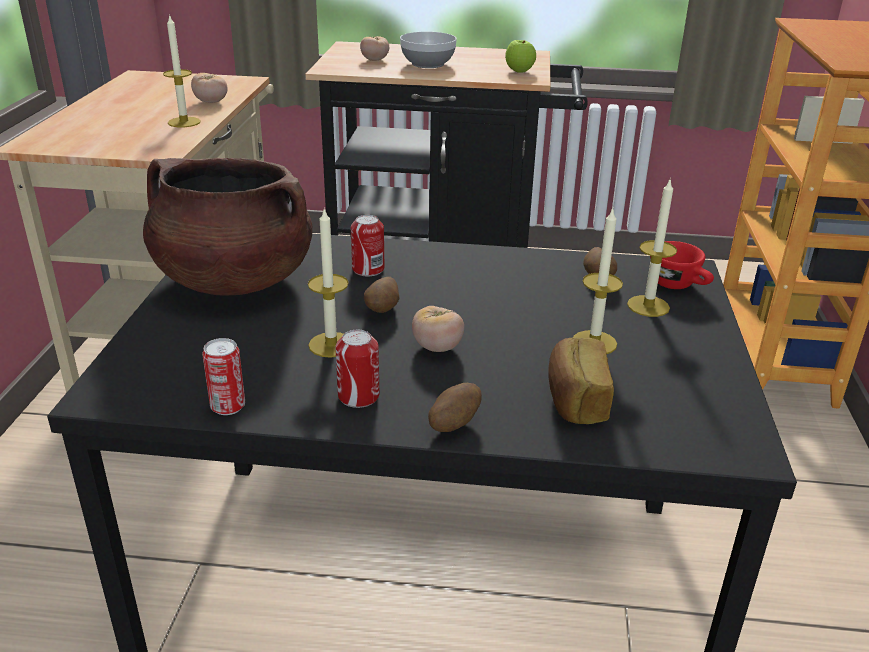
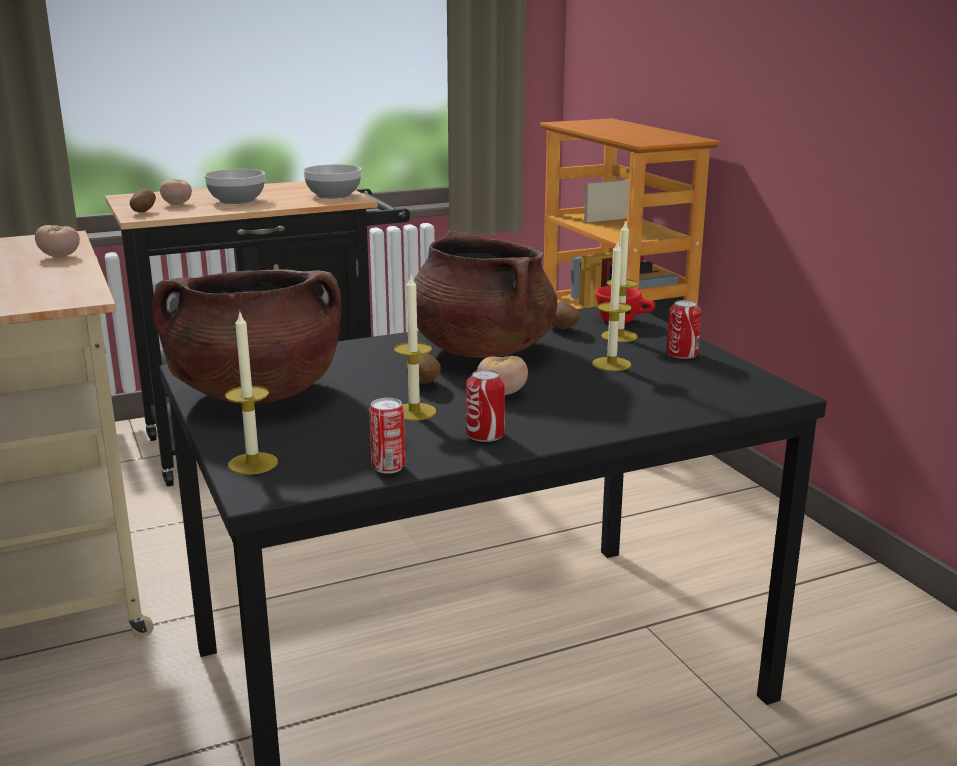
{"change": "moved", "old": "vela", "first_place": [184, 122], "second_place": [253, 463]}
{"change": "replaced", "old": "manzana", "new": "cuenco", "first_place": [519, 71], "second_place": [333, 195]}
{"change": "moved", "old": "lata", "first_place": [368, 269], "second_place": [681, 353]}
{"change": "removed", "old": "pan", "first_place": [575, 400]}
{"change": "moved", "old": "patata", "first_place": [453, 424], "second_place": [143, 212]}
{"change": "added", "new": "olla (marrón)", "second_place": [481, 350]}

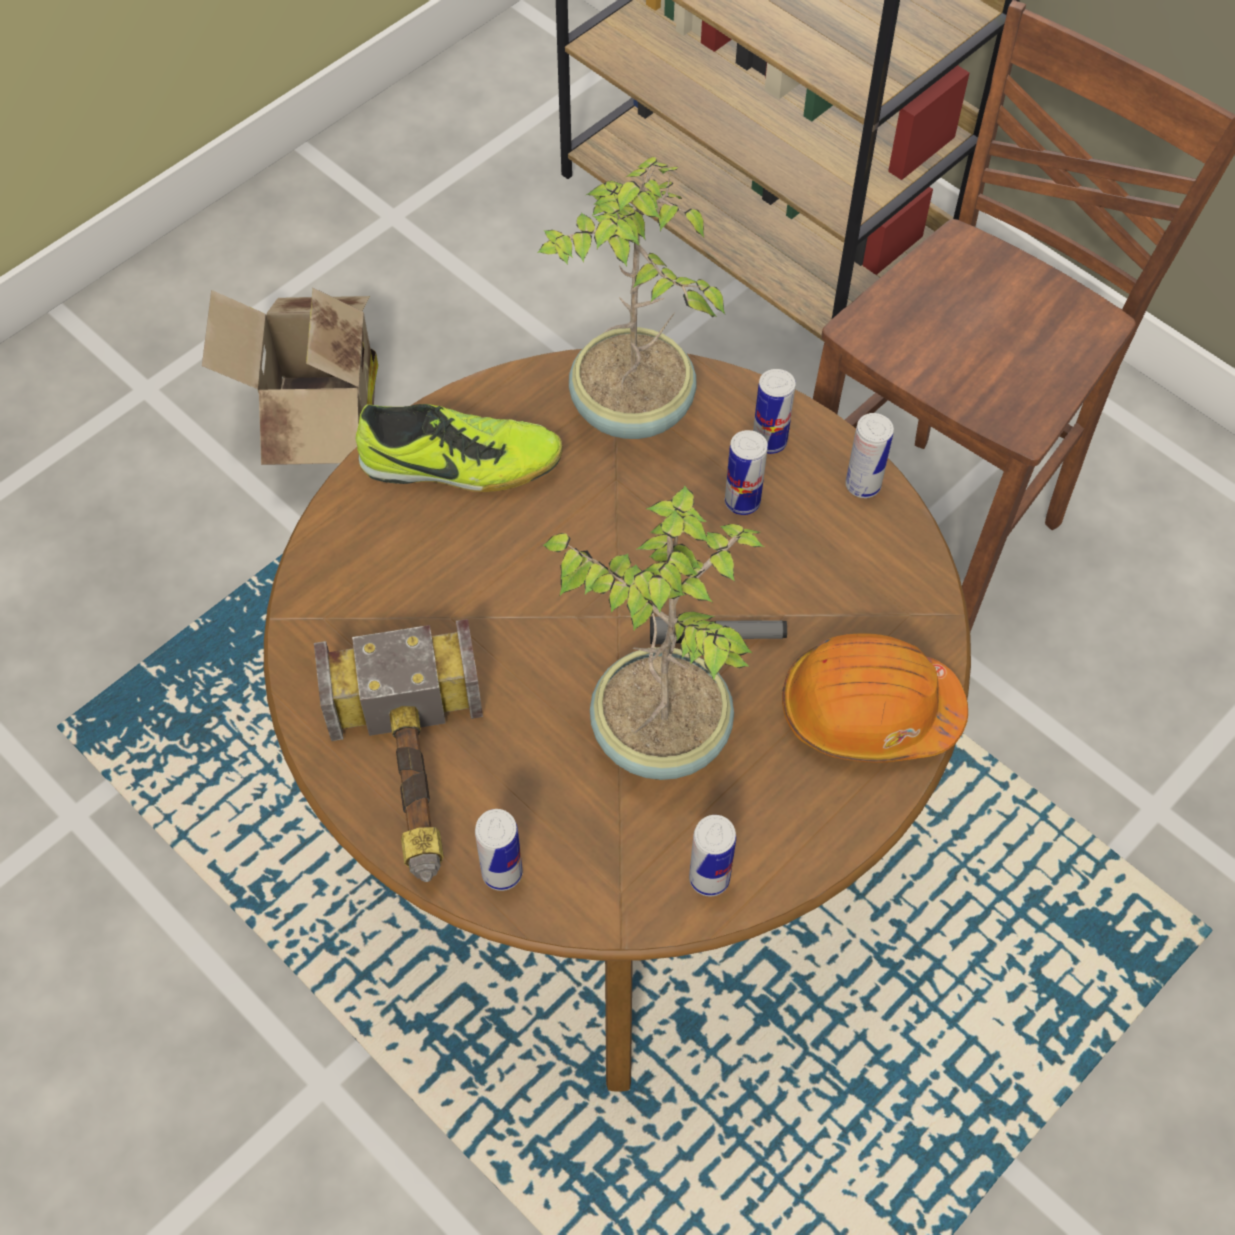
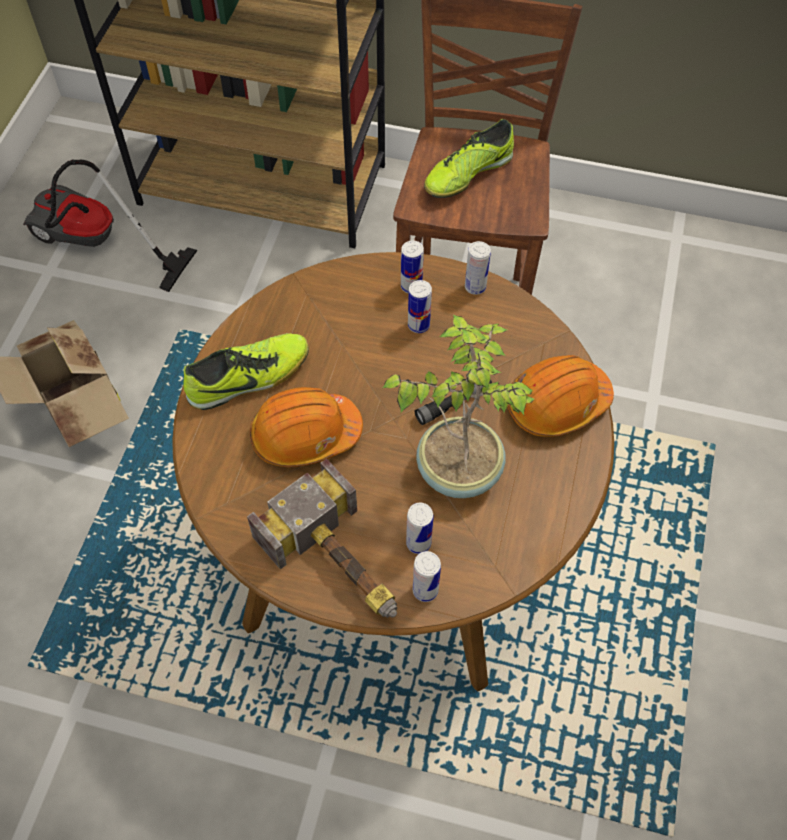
{"change": "removed", "old": "planta en maceta", "first_place": [630, 411]}
{"change": "moved", "old": "lata", "first_place": [709, 878], "second_place": [418, 543]}
{"change": "added", "new": "zapato", "second_place": [468, 174]}
{"change": "added", "new": "aspiradora", "second_place": [95, 245]}
{"change": "added", "new": "casco (naranja)", "second_place": [305, 435]}

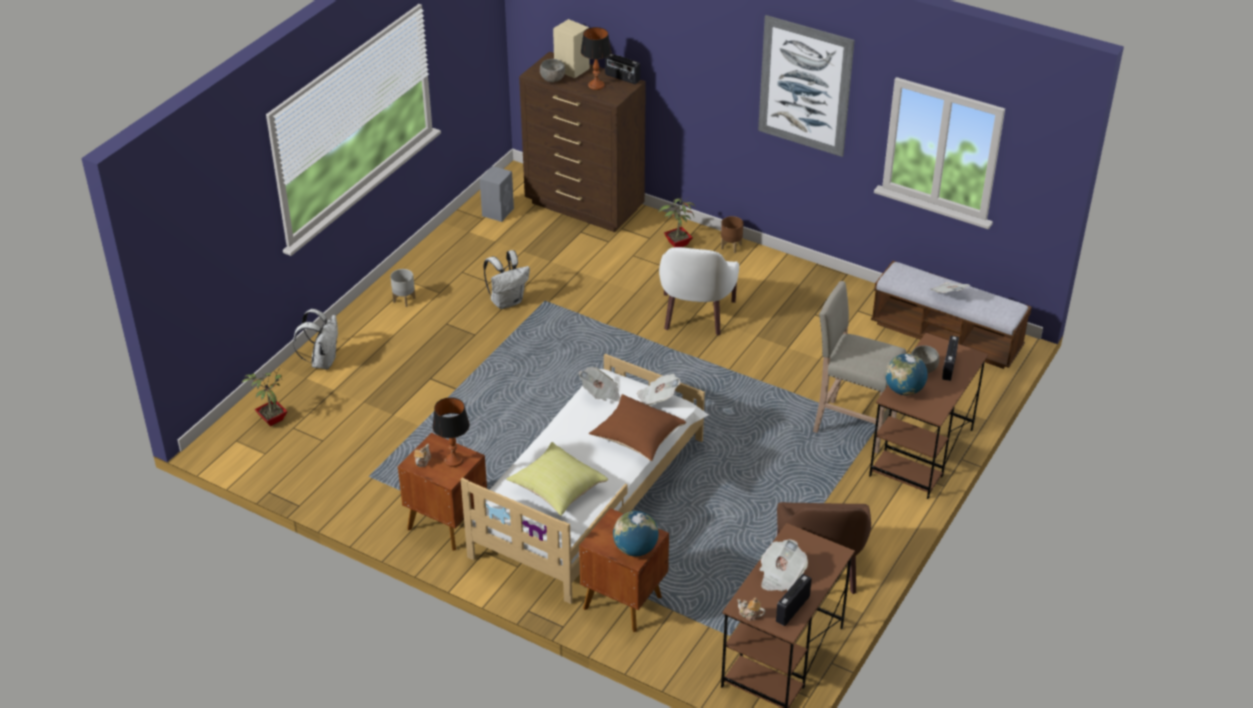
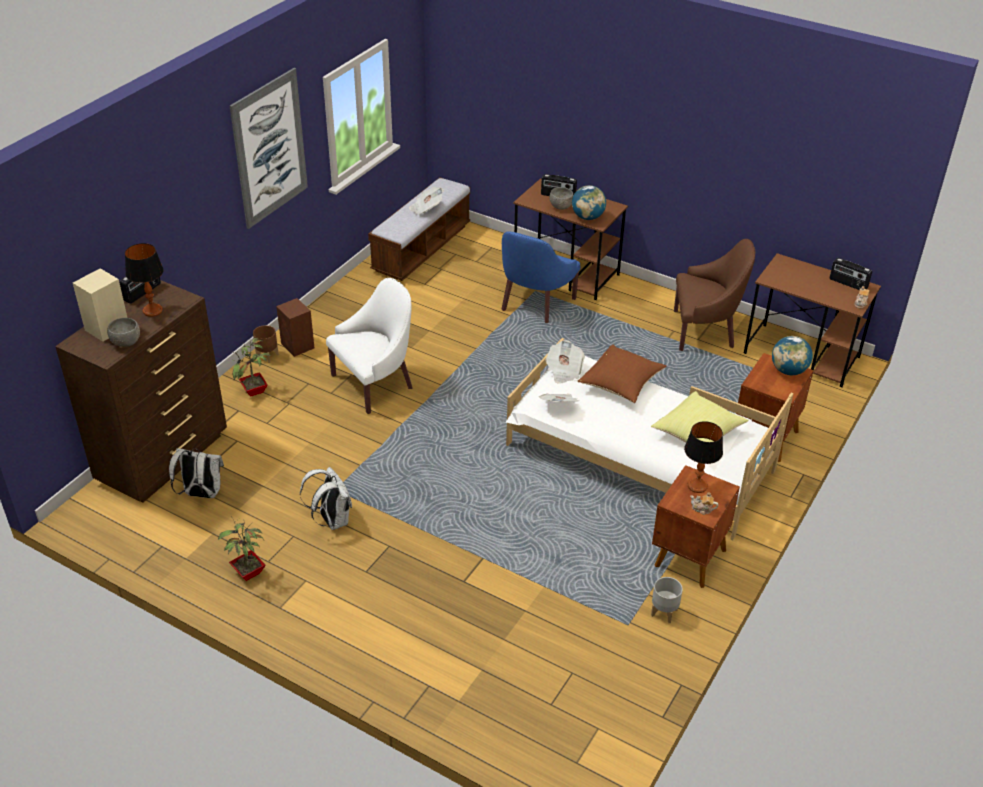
{"change": "removed", "old": "altavoz (gris)", "first_place": [498, 211]}
{"change": "turned", "old": "sillón (blanco)", "first_place": [695, 315], "second_place": [375, 383], "degrees": -45}
{"change": "moved", "old": "maceta (gris)", "first_place": [404, 300], "second_place": [664, 613]}
{"change": "replaced", "old": "taburete (beis)", "new": "sillón (azul)", "first_place": [852, 425], "second_place": [534, 303]}
{"change": "moved", "old": "mochila (blanco)", "first_place": [323, 361], "second_place": [201, 494]}
{"change": "moved", "old": "planta en maceta", "first_place": [271, 419], "second_place": [247, 574]}
{"change": "removed", "old": "periódico", "first_place": [780, 576]}
{"change": "added", "new": "altavoz (marrón)", "second_place": [298, 346]}

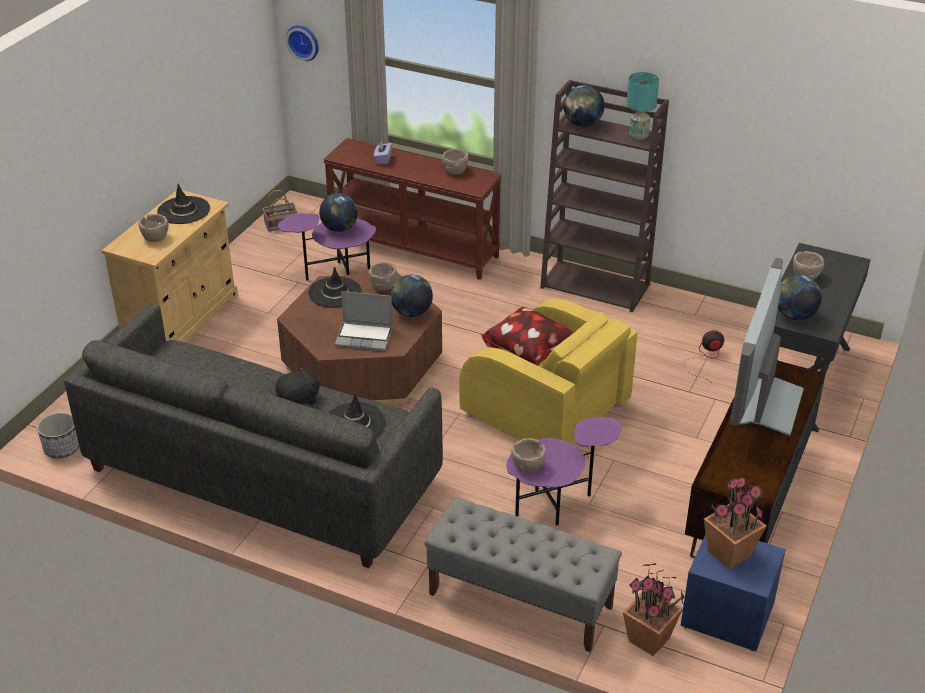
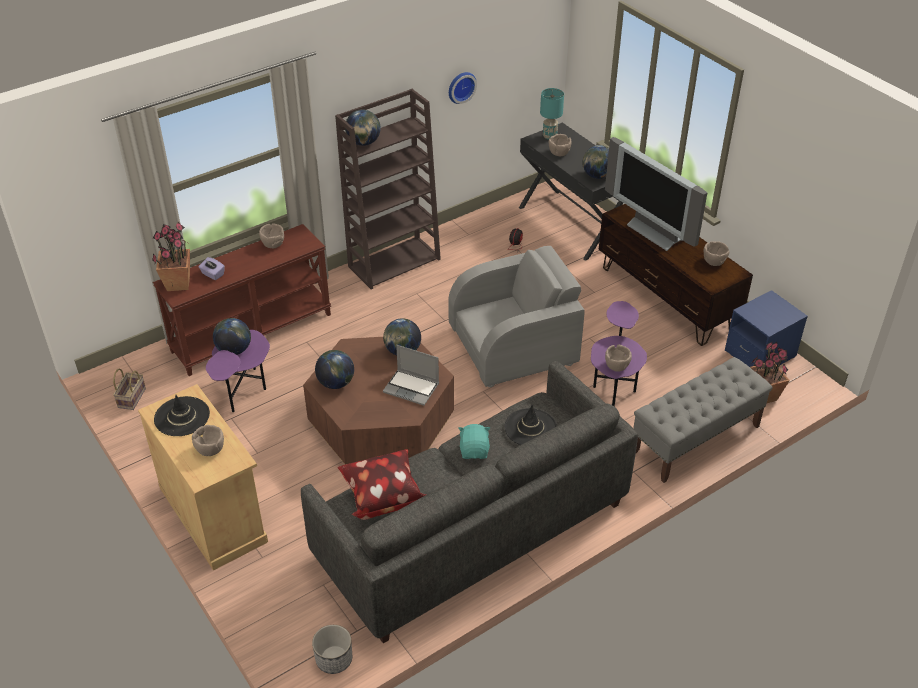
{"change": "moved", "old": "reloj de pared", "first_place": [304, 41], "second_place": [460, 86]}
{"change": "moved", "old": "lámpara de mesa (turquesa)", "first_place": [638, 136], "second_place": [550, 136]}
{"change": "moved", "old": "cuenco (marrón)", "first_place": [383, 285], "second_place": [713, 261]}
{"change": "replaced", "old": "sombrero (negro)", "new": "globo terráqueo", "first_place": [335, 292], "second_place": [336, 383]}
{"change": "turned", "old": "portátil", "first_place": [365, 337], "second_place": [412, 388], "degrees": 75}
{"change": "recoloured", "old": "sillón (amarillo)", "new": "sillón (gris)", "first_place": [546, 410], "second_place": [514, 346]}
{"change": "moved", "old": "cojín", "first_place": [527, 352], "second_place": [382, 496]}
{"change": "recoloured", "old": "peluche (negro)", "new": "peluche (turquesa)", "first_place": [299, 400], "second_place": [474, 451]}
{"change": "moved", "old": "planta en maceta", "first_place": [729, 553], "second_place": [178, 283]}

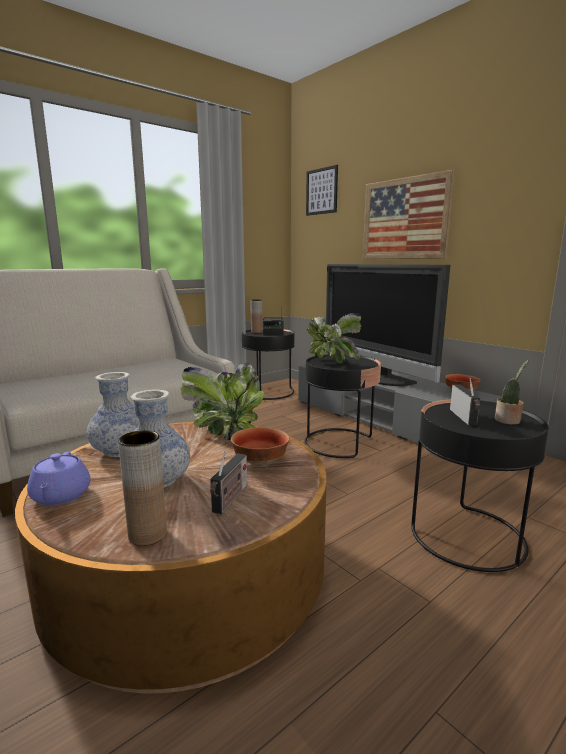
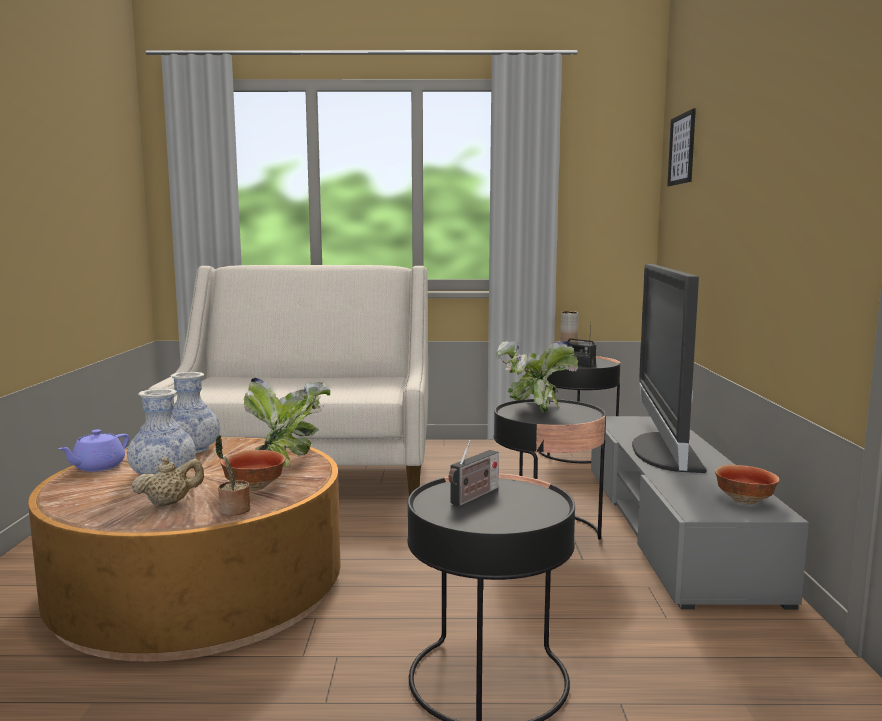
{"change": "removed", "old": "cuadro", "first_place": [405, 219]}
{"change": "moved", "old": "planta en maceta", "first_place": [508, 421], "second_place": [233, 510]}
{"change": "removed", "old": "florero (marrón)", "first_place": [147, 534]}
{"change": "replaced", "old": "radio", "new": "tetera (beis)", "first_place": [230, 499], "second_place": [170, 503]}

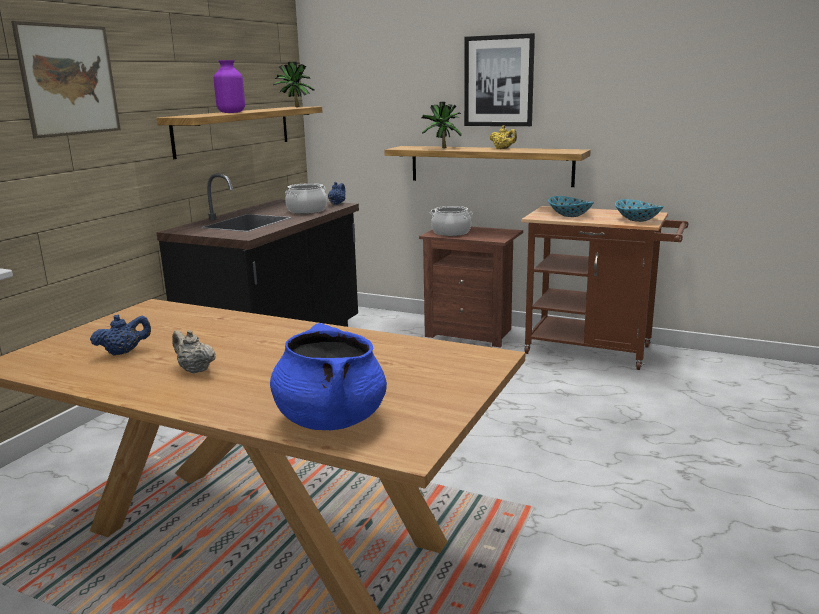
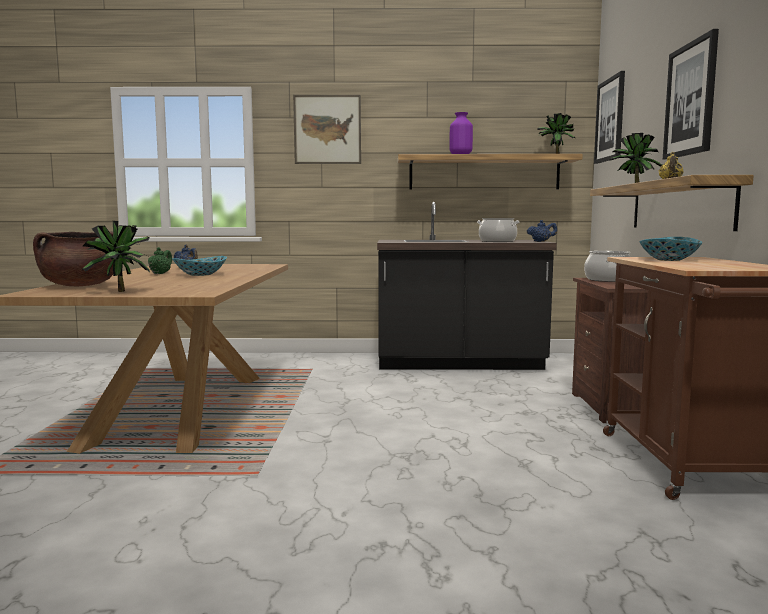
{"change": "moved", "old": "cuenco", "first_place": [637, 219], "second_place": [201, 275]}
{"change": "recoloured", "old": "olla (azul)", "new": "olla (marrón)", "first_place": [330, 419], "second_place": [80, 286]}
{"change": "recoloured", "old": "tetera (beis)", "new": "tetera (verde)", "first_place": [194, 370], "second_place": [160, 273]}
{"change": "added", "new": "cuadro", "second_place": [610, 120]}
{"change": "added", "new": "planta en maceta", "second_place": [120, 292]}

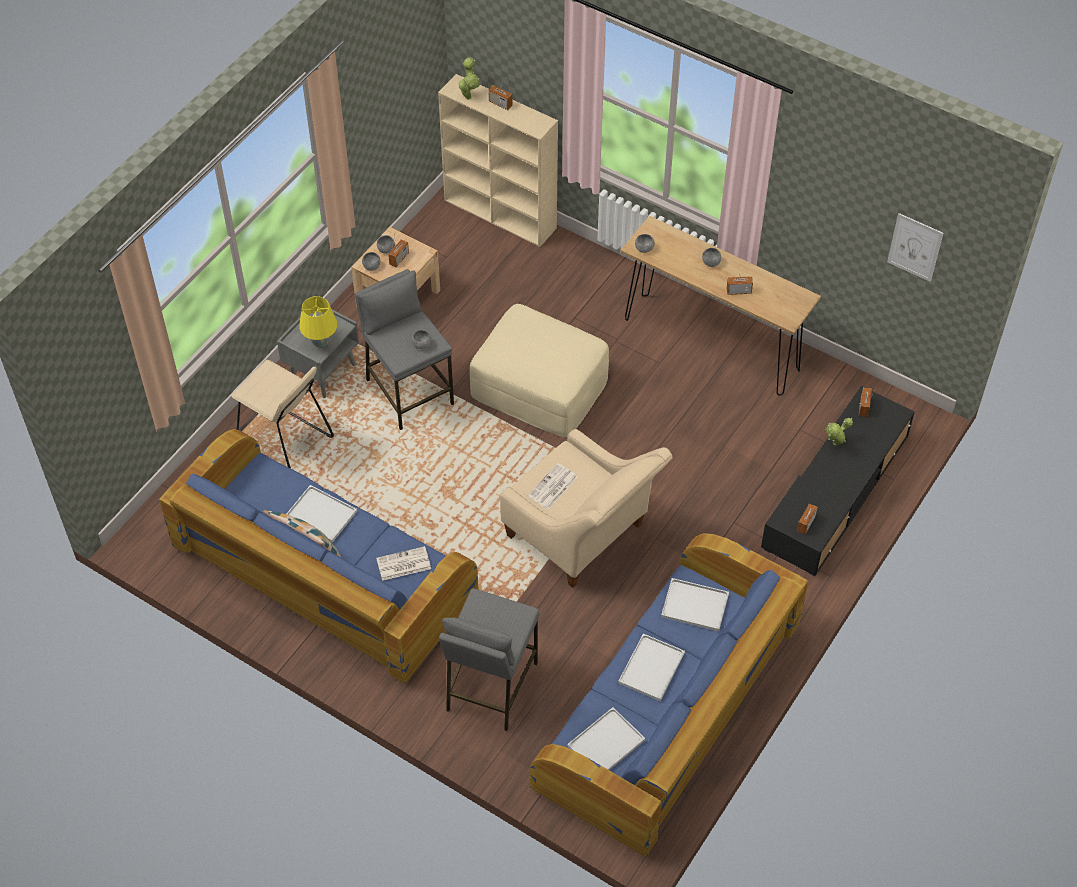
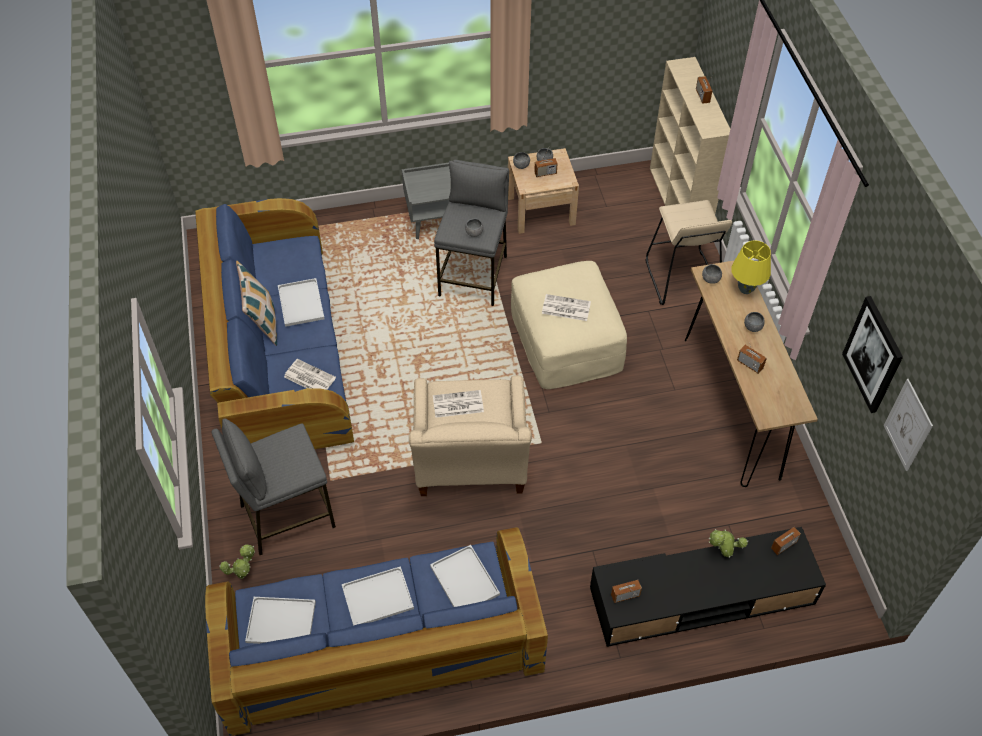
{"change": "moved", "old": "planta en maceta", "first_place": [468, 96], "second_place": [243, 574]}
{"change": "moved", "old": "lámpara de mesa (amarillo)", "first_place": [320, 343], "second_place": [745, 289]}
{"change": "moved", "old": "taburete (beis)", "first_place": [284, 444], "second_place": [681, 278]}
{"change": "added", "new": "periódico", "second_place": [565, 308]}
{"change": "added", "new": "cuadro", "second_place": [873, 354]}

